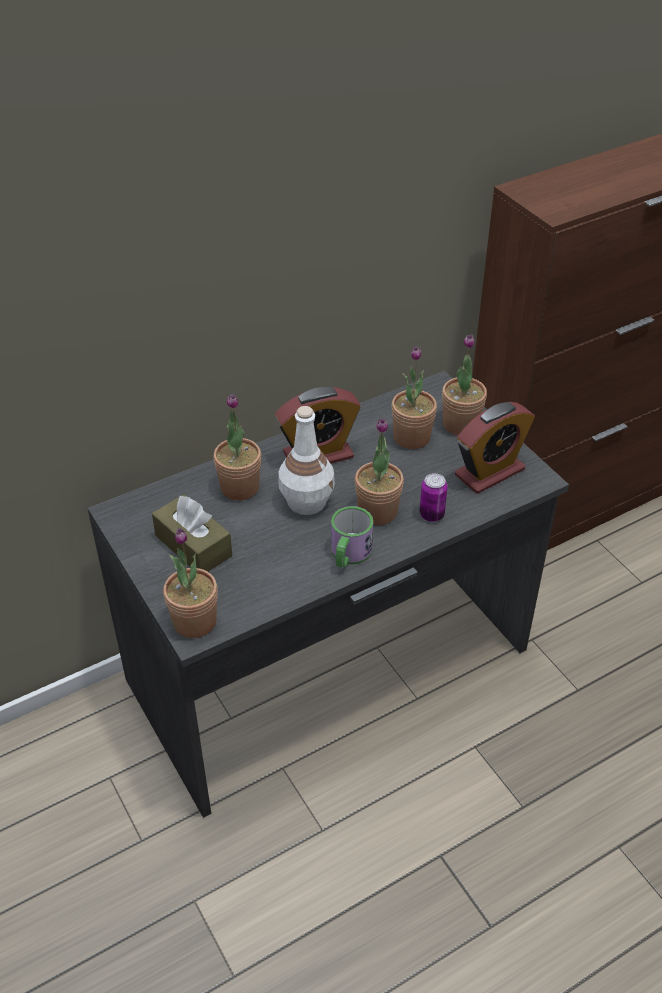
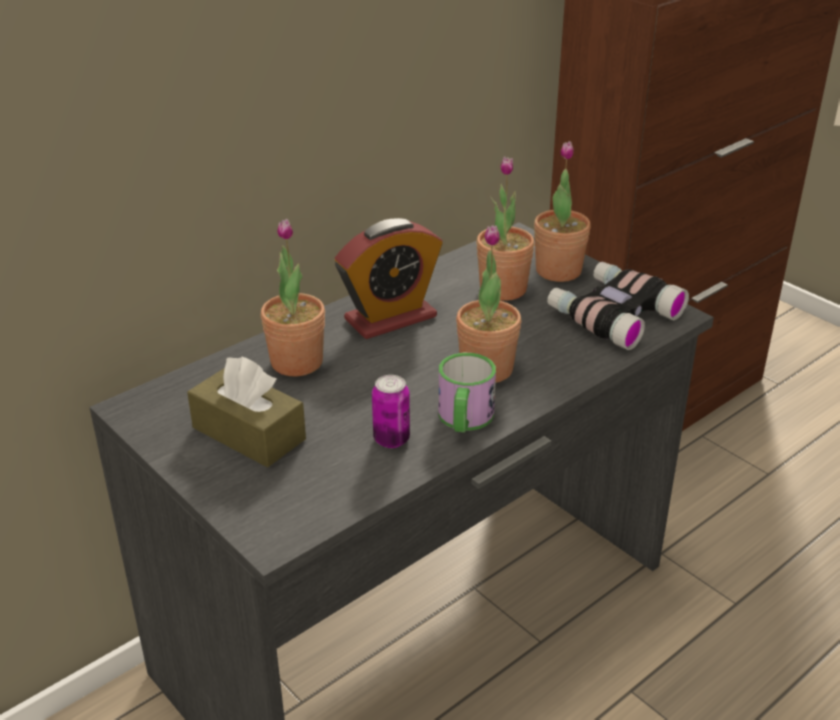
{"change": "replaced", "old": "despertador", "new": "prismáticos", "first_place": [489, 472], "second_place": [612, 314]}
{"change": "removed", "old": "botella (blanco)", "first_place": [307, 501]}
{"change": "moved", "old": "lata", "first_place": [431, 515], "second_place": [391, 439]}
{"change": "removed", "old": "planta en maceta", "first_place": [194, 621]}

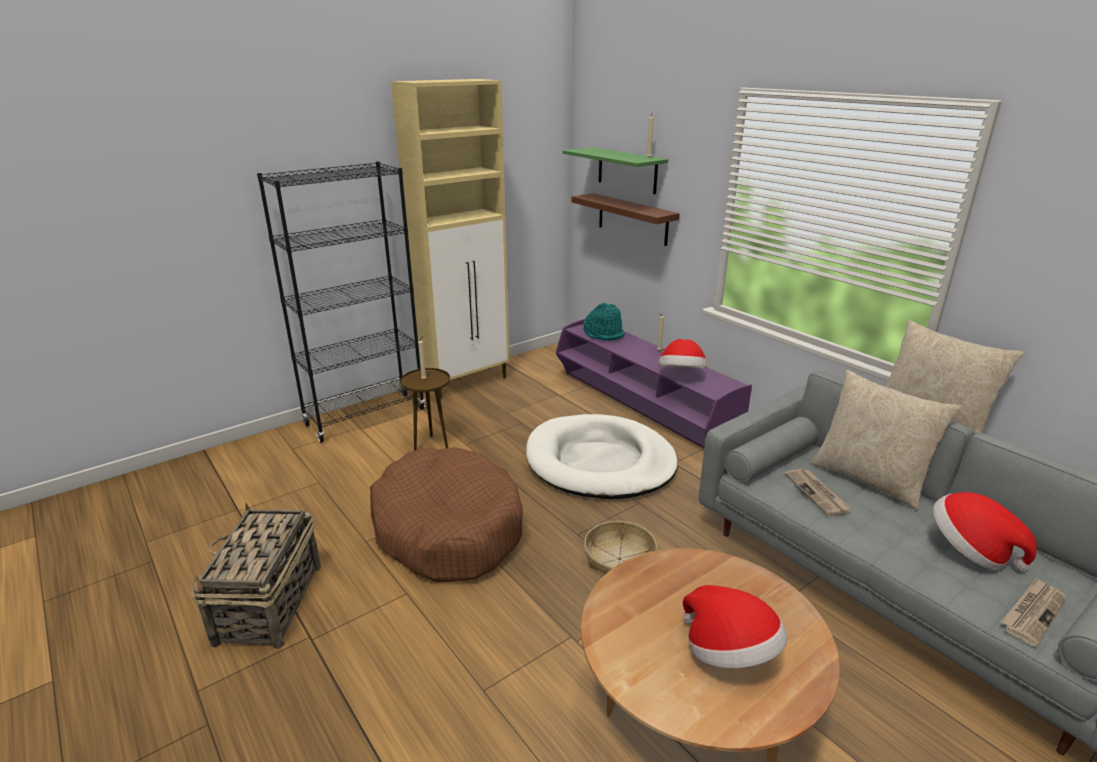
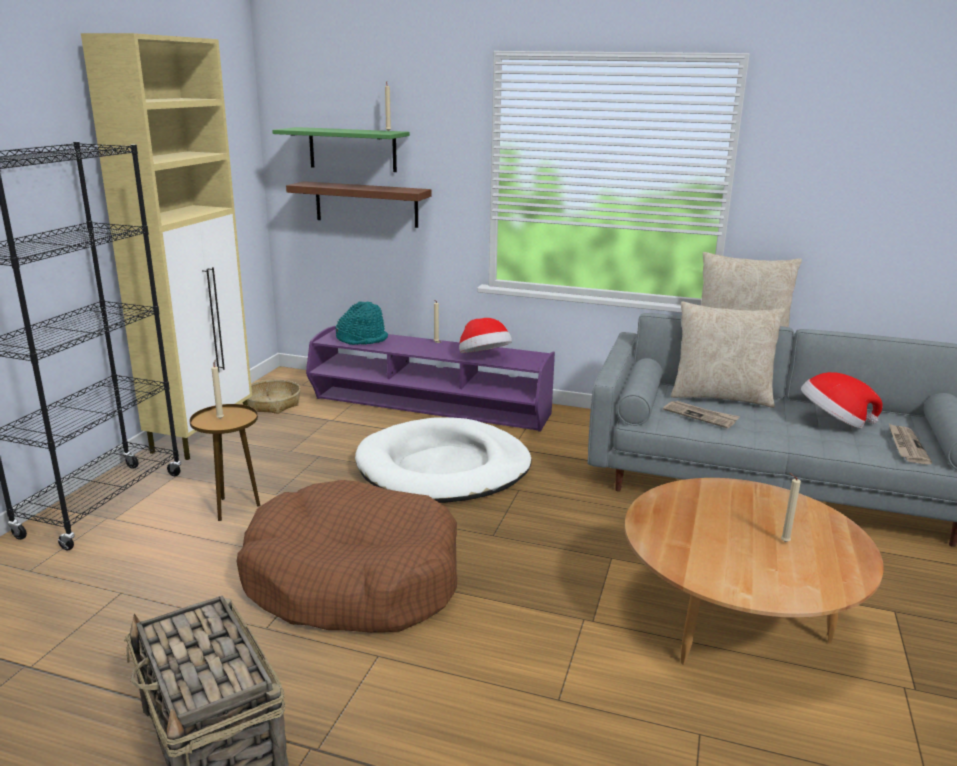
{"change": "moved", "old": "cesta", "first_place": [619, 559], "second_place": [272, 404]}
{"change": "replaced", "old": "sombrero", "new": "vela (beis)", "first_place": [729, 653], "second_place": [783, 542]}

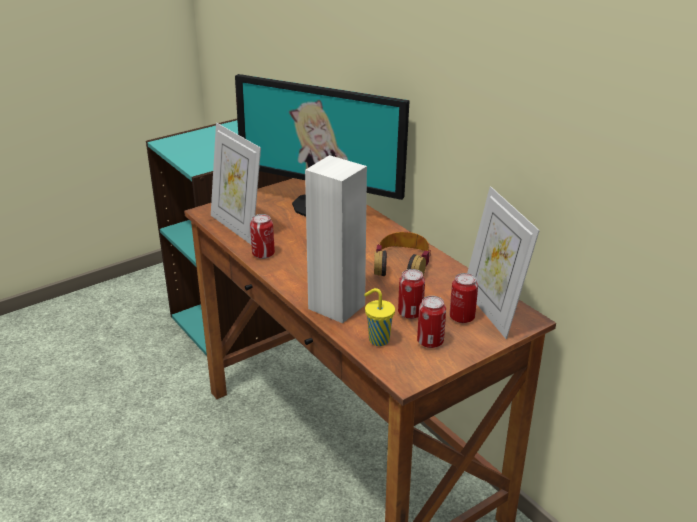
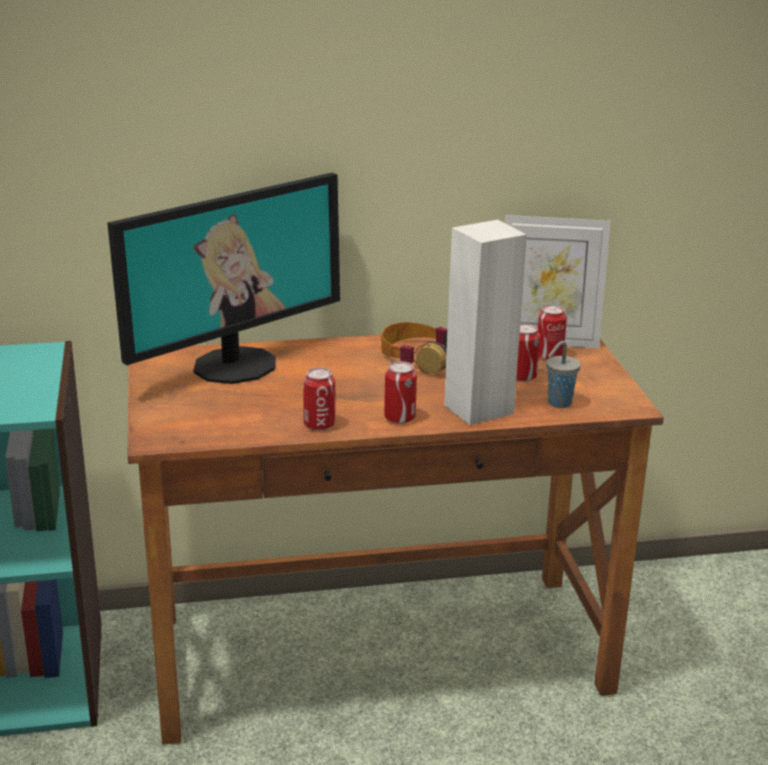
{"change": "removed", "old": "portarretratos", "first_place": [237, 227]}
{"change": "recoloured", "old": "taza (amarillo)", "new": "taza (gris)", "first_place": [377, 340], "second_place": [558, 403]}
{"change": "moved", "old": "lata", "first_place": [430, 342], "second_place": [399, 418]}

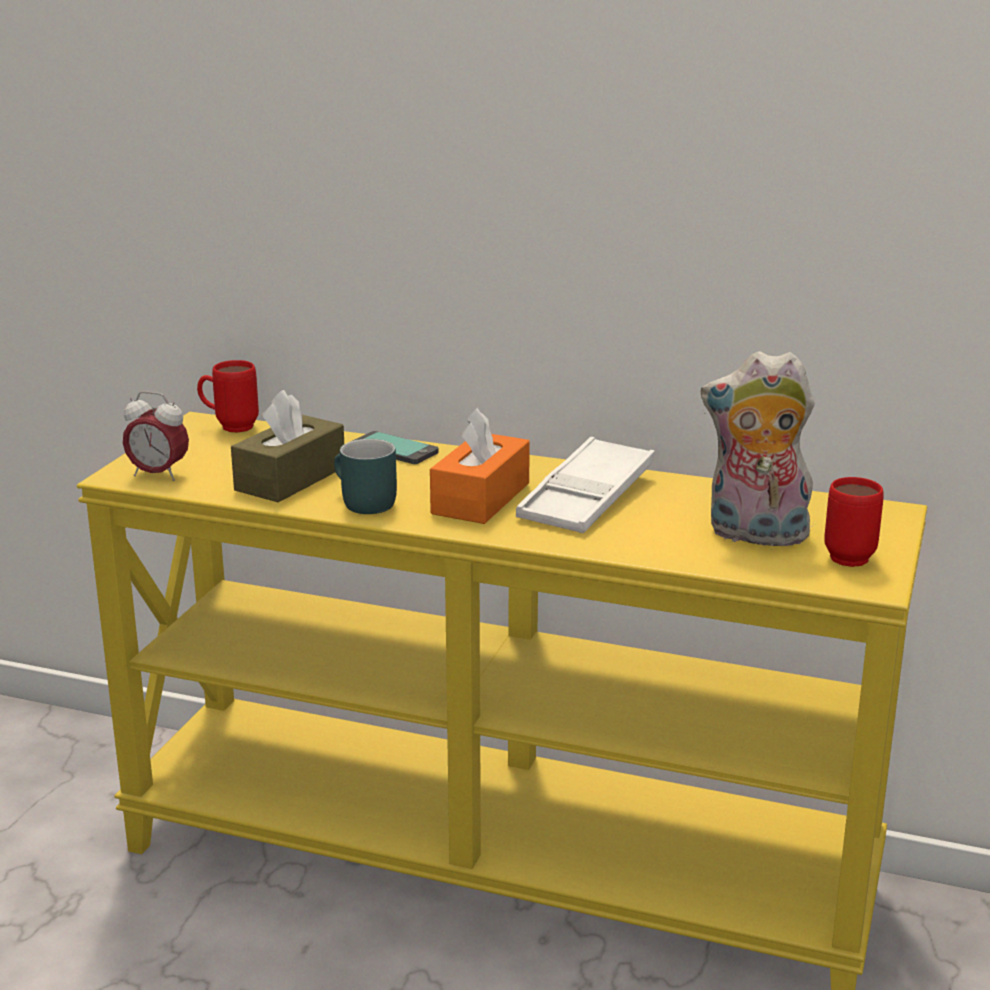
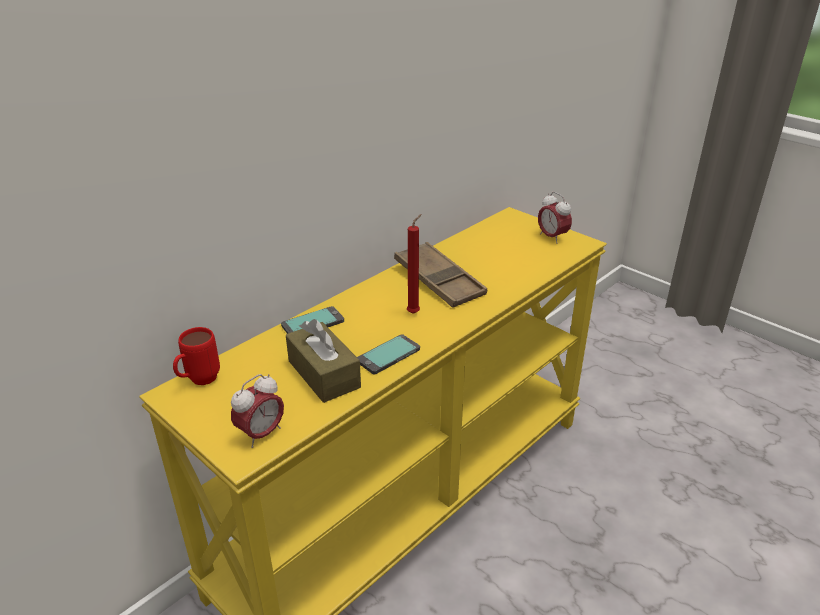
{"change": "removed", "old": "peluche", "first_place": [754, 535]}
{"change": "replaced", "old": "caja de pañuelos (naranja)", "new": "vela (rojo)", "first_place": [481, 498], "second_place": [415, 312]}
{"change": "recoloured", "old": "bandeja (blanco)", "new": "bandeja (marrón)", "first_place": [587, 497], "second_place": [439, 281]}
{"change": "replaced", "old": "taza grande (turquesa)", "new": "móvil", "first_place": [360, 503], "second_place": [388, 355]}
{"change": "replaced", "old": "taza grande (rojo)", "new": "despertador", "first_place": [852, 555], "second_place": [552, 237]}

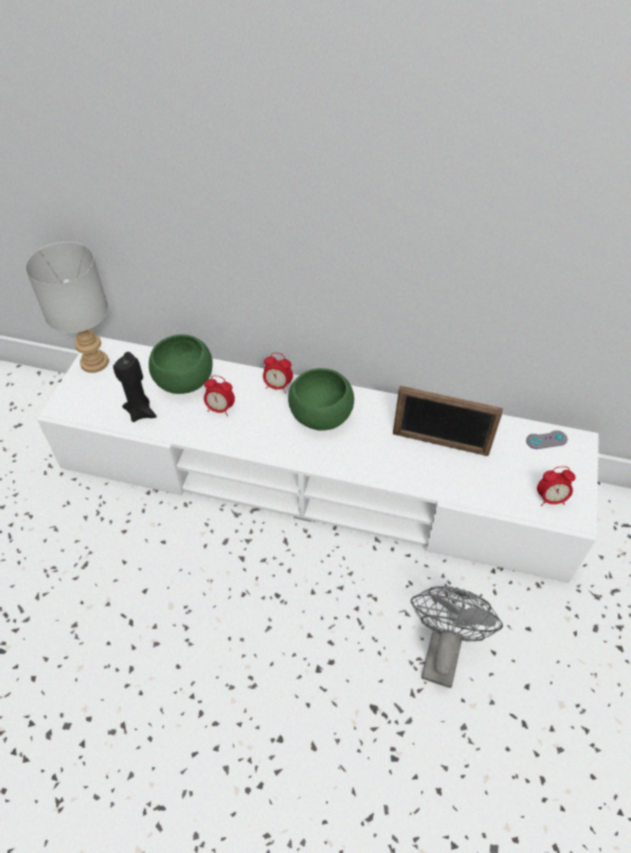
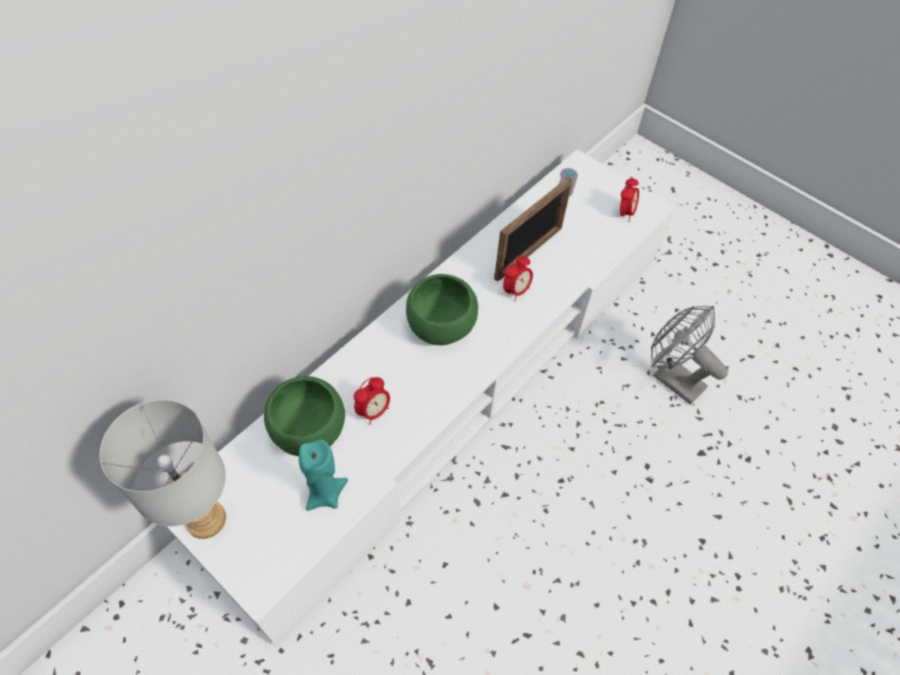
{"change": "recoloured", "old": "vela (negro)", "new": "vela (turquesa)", "first_place": [141, 412], "second_place": [325, 494]}
{"change": "moved", "old": "despertador", "first_place": [277, 386], "second_place": [516, 290]}

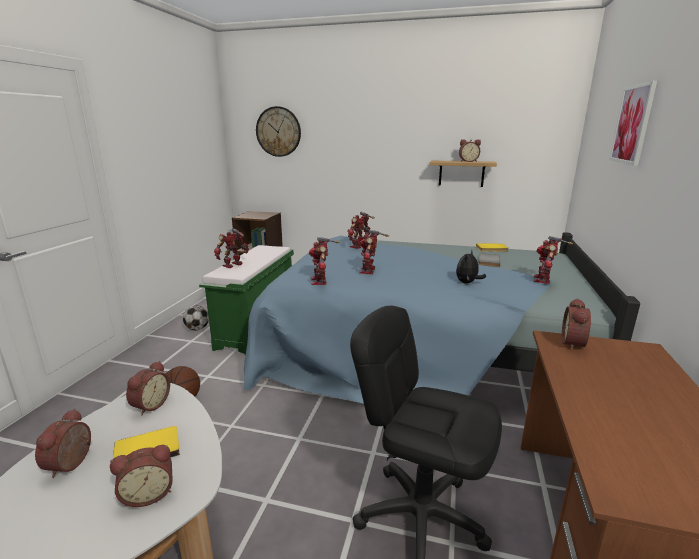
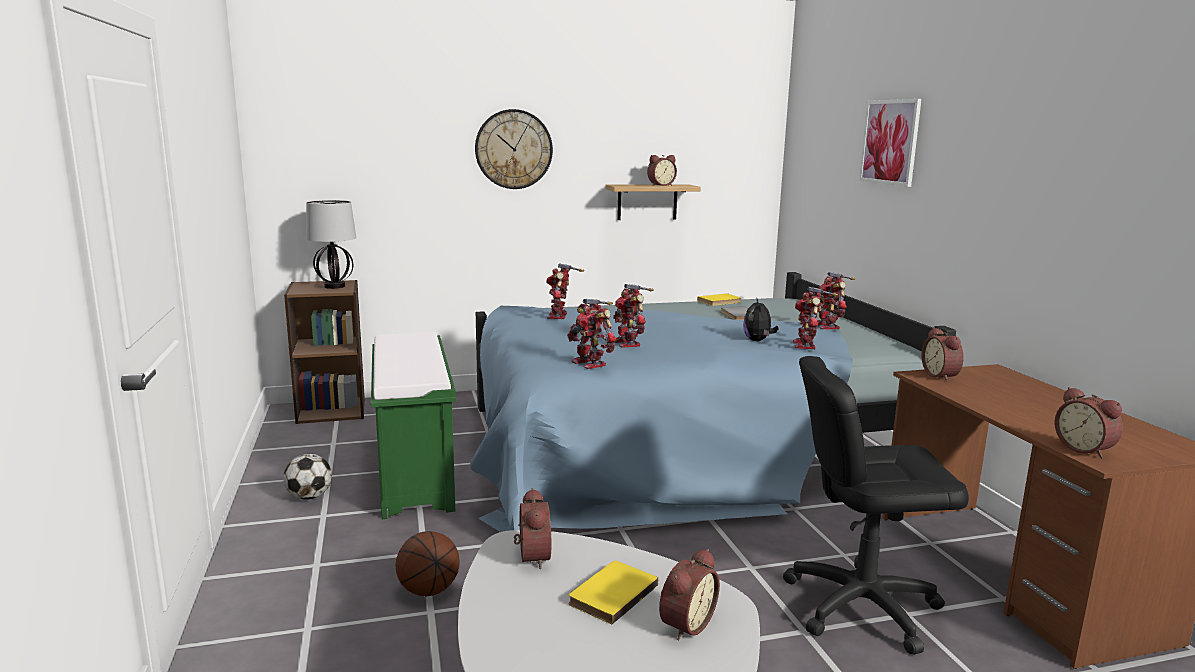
{"change": "moved", "old": "reloj de pared", "first_place": [278, 131], "second_place": [513, 149]}
{"change": "moved", "old": "robot de juguete", "first_place": [233, 265], "second_place": [806, 345]}
{"change": "moved", "old": "despertador", "first_place": [72, 464], "second_place": [1085, 449]}
{"change": "added", "new": "lámpara de mesa", "second_place": [334, 286]}

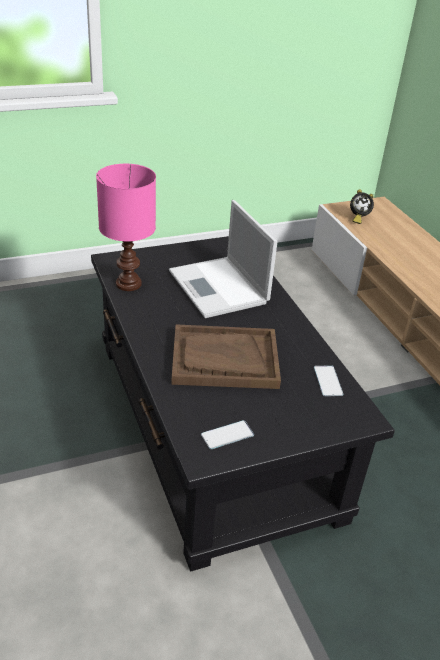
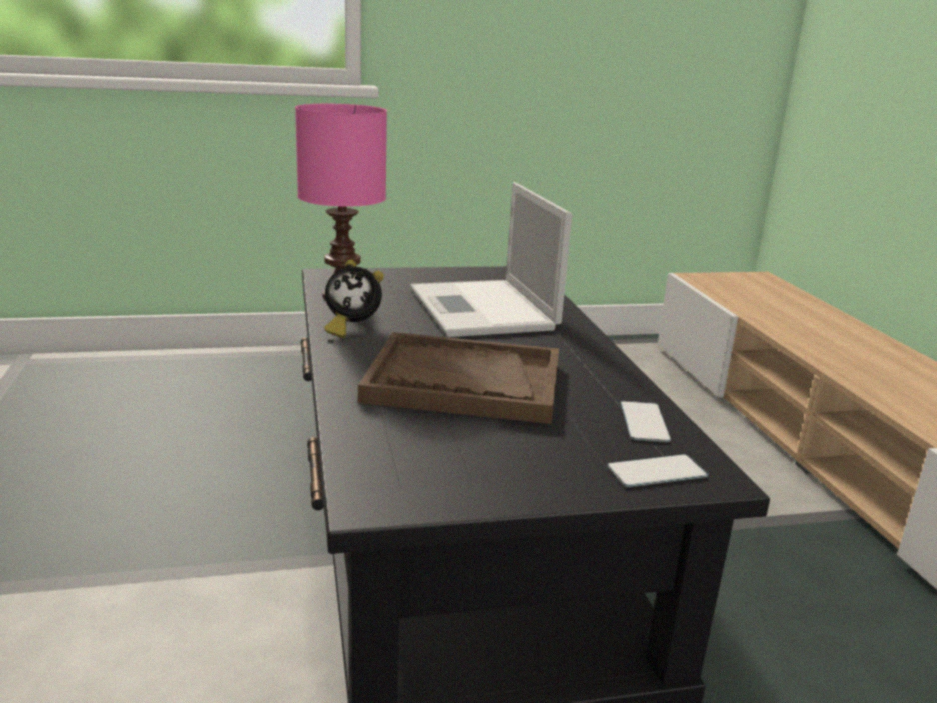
{"change": "moved", "old": "despertador", "first_place": [358, 218], "second_place": [351, 328]}
{"change": "moved", "old": "móvil", "first_place": [227, 435], "second_place": [657, 471]}

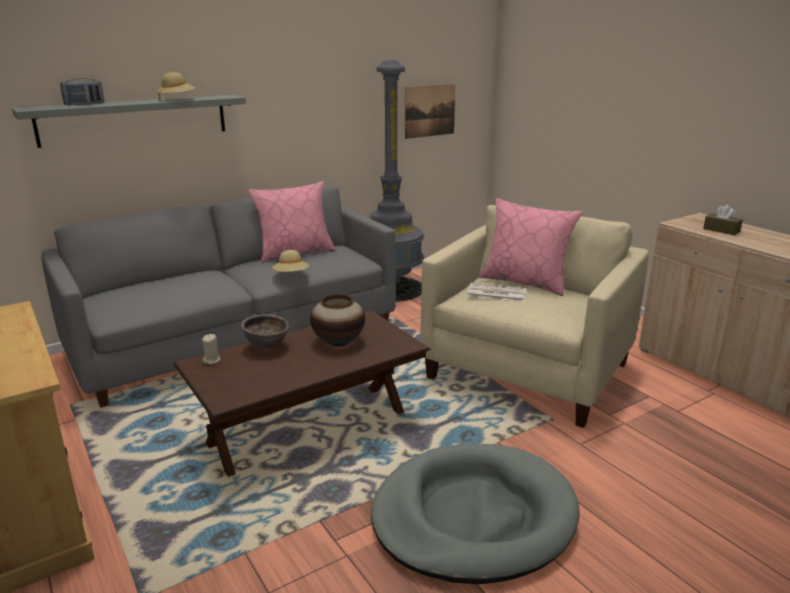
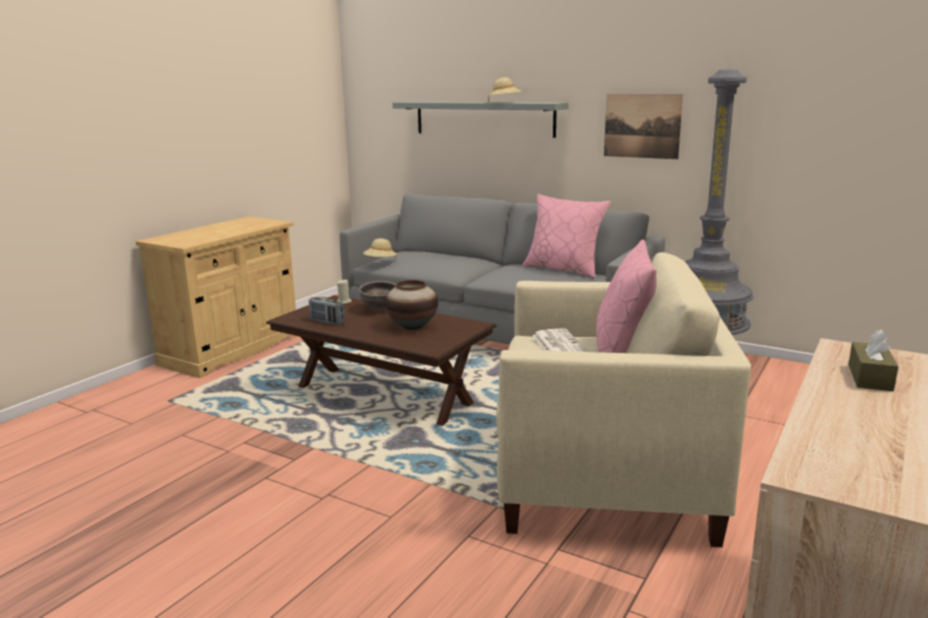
{"change": "moved", "old": "radio", "first_place": [84, 104], "second_place": [327, 322]}
{"change": "moved", "old": "cuadro", "first_place": [429, 111], "second_place": [642, 126]}
{"change": "moved", "old": "sombrero (beis)", "first_place": [291, 275], "second_place": [380, 262]}
{"change": "removed", "old": "cama para perro (gris)", "first_place": [473, 517]}

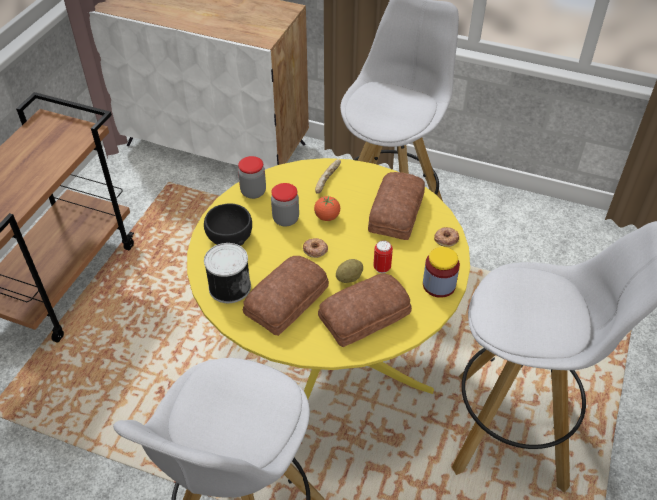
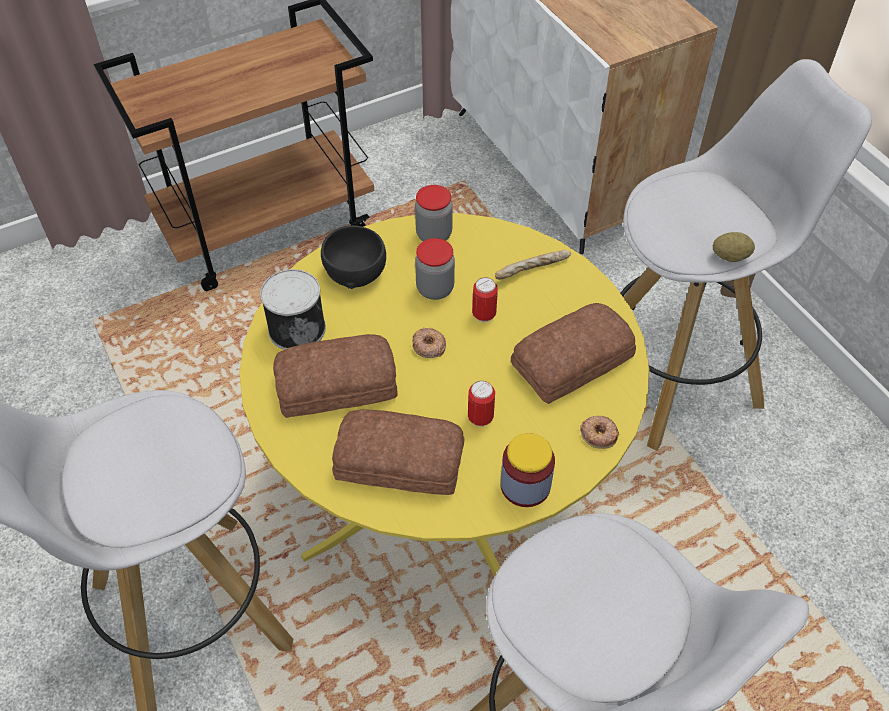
{"change": "replaced", "old": "tomate", "new": "lata", "first_place": [327, 217], "second_place": [484, 315]}
{"change": "moved", "old": "patata", "first_place": [349, 278], "second_place": [730, 257]}

